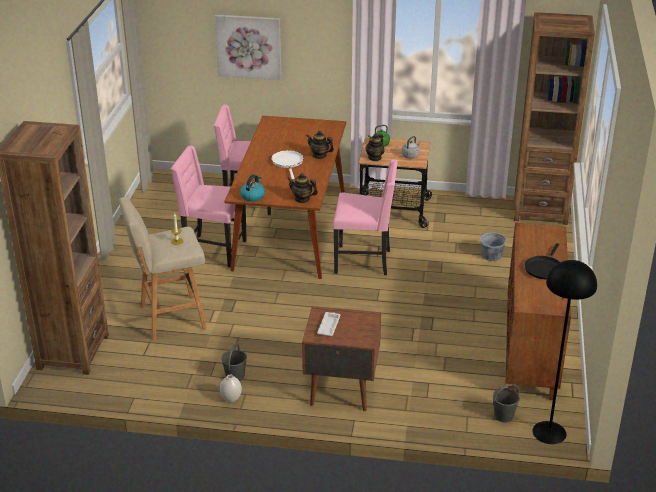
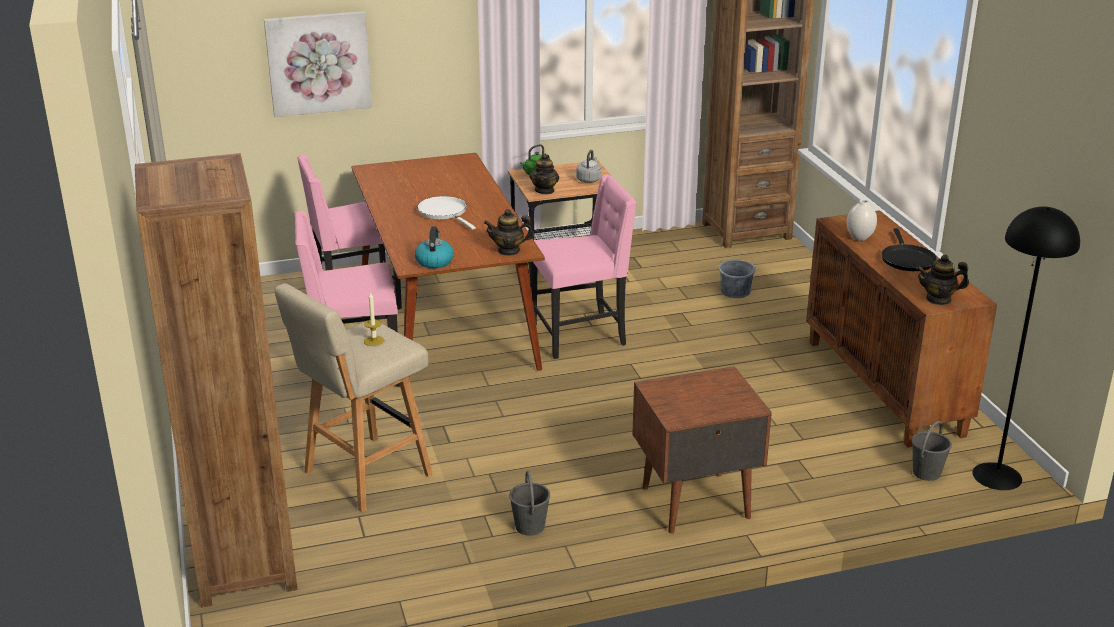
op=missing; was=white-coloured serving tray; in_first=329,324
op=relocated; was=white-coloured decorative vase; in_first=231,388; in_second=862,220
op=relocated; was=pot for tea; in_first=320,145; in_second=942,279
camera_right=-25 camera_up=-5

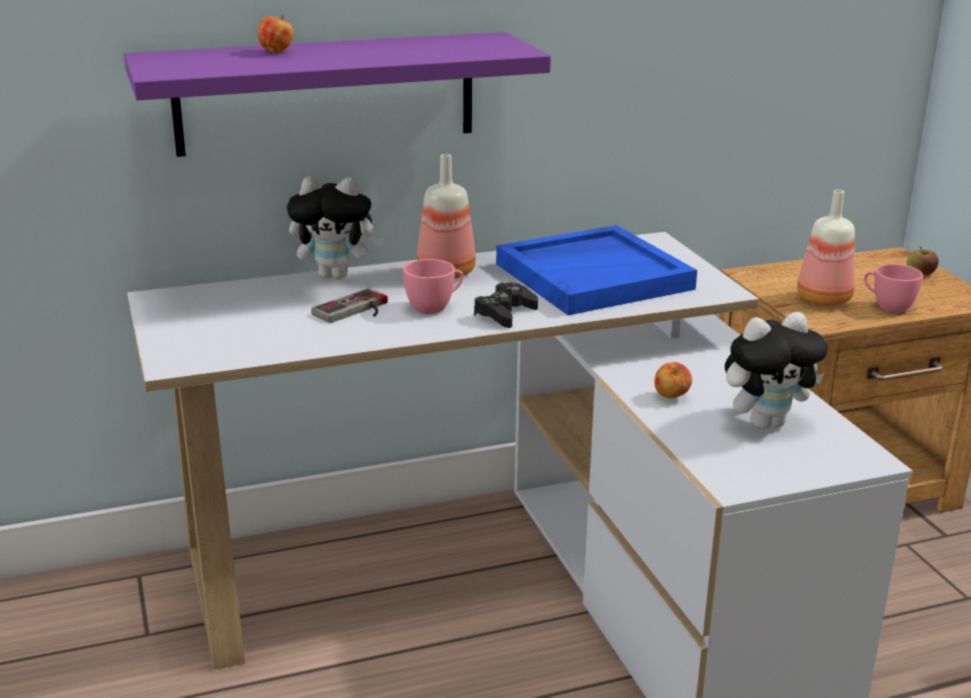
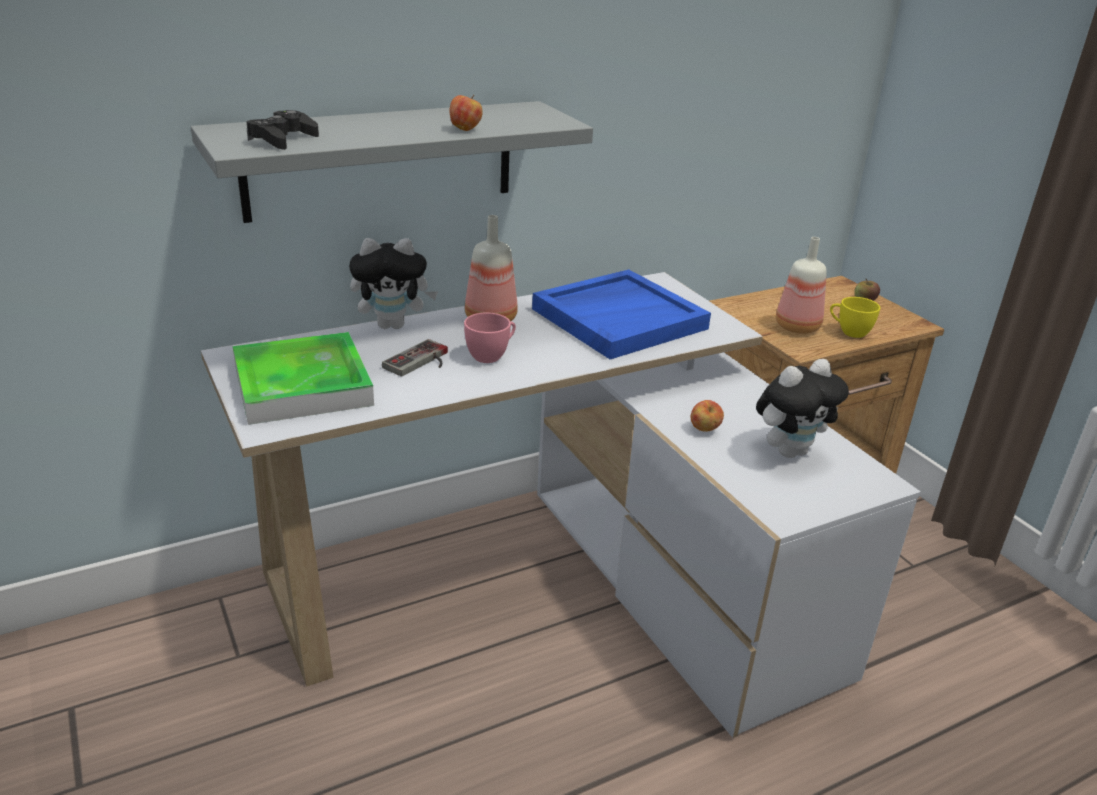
op=appeared; now=serving tray; in_second=303,378
op=relocated; was=apple fruit; in_first=276,34; in_second=465,112
op=relocated; was=black-coloured joypad; in_first=506,305; in_second=282,130
op=colour; was=purplish wall shelf; now=gray wall shelf; in_first=337,94; in_second=392,162
op=colour; was=pinkish cup; now=yellow cup; in_first=893,288; in_second=855,317
camera_right=-10 camera_up=5

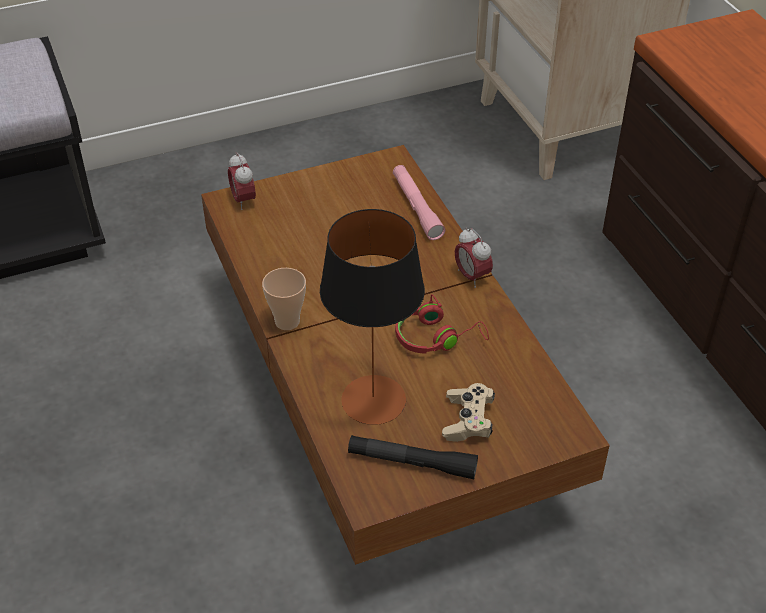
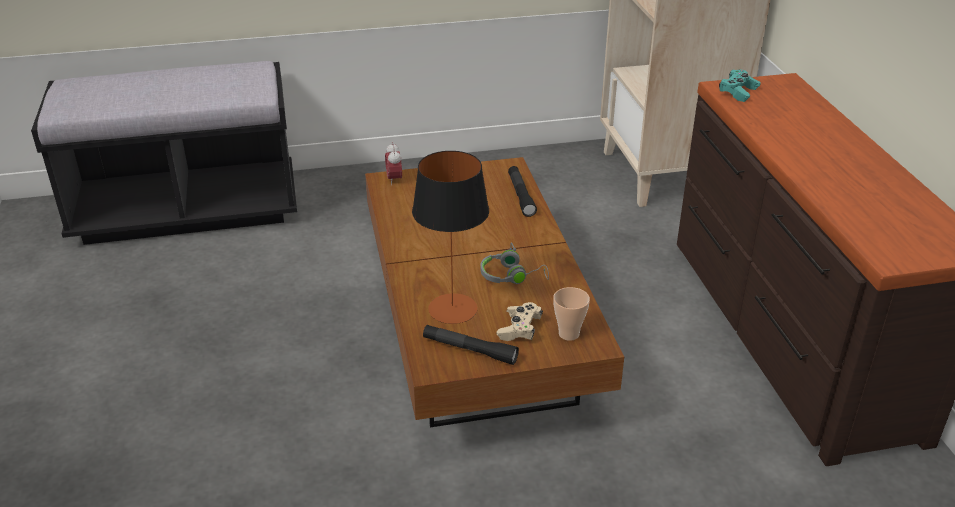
op=missing; was=alarm clock; in_first=474,258
op=appeared; now=turquoise-coloured joypad; in_second=740,86
op=relocated; was=cup; in_first=284,299; in_second=571,314
op=colour; was=pinkish flashlight; now=black-coloured flashlight; in_first=419,202; in_second=522,191
op=colour; was=red headphones; now=gray headphones; in_first=442,324; in_second=514,263
camera_right=10 camera_up=-10

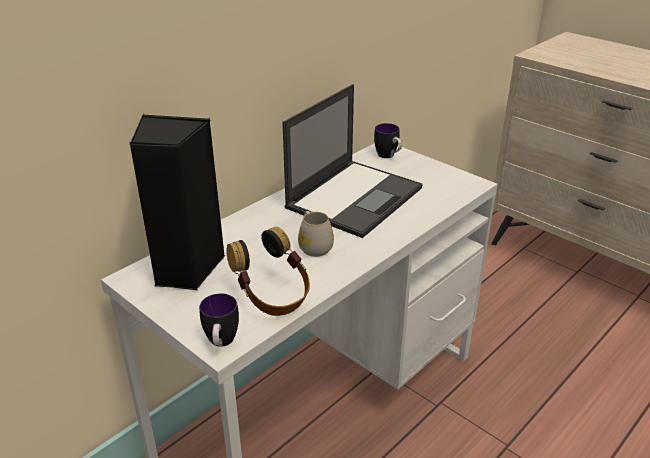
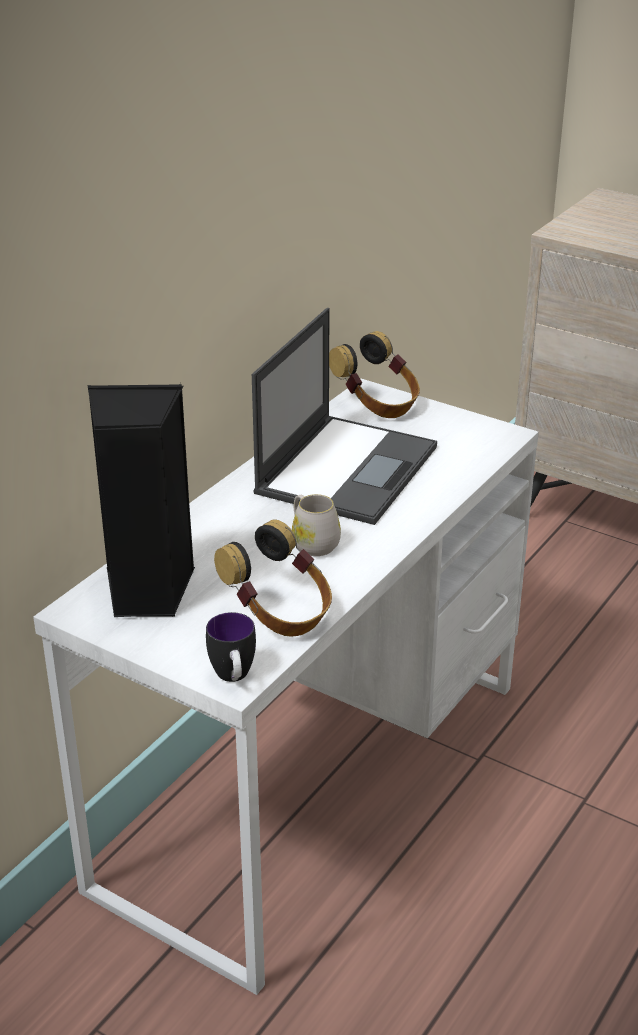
op=exchanged; was=coffee mug; now=headphones; in_first=388,140; in_second=374,374
camera_right=-10 camera_up=0

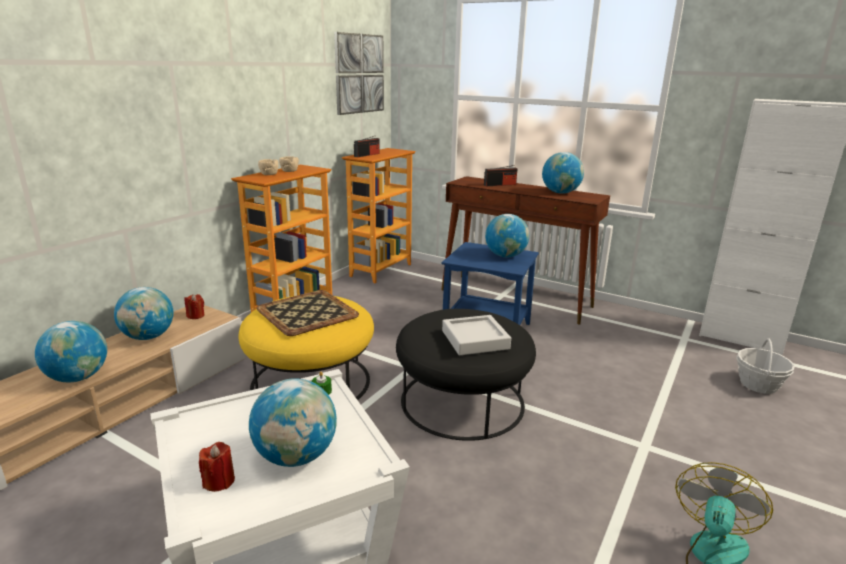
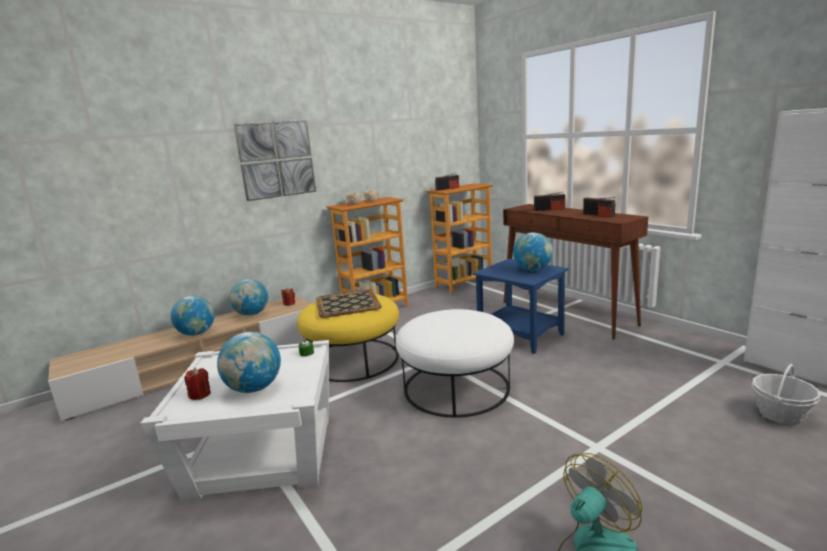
op=missing; was=gray serving tray; in_first=476,335
op=relocated; was=picture; in_first=359,73; in_second=275,160
op=exchanged; was=world globe; now=radio set; in_first=563,173; in_second=599,207
op=colour; was=black-coloured ottoman; now=white-coloured ottoman; in_first=466,375; in_second=454,363
camera_right=25 camera_up=-5

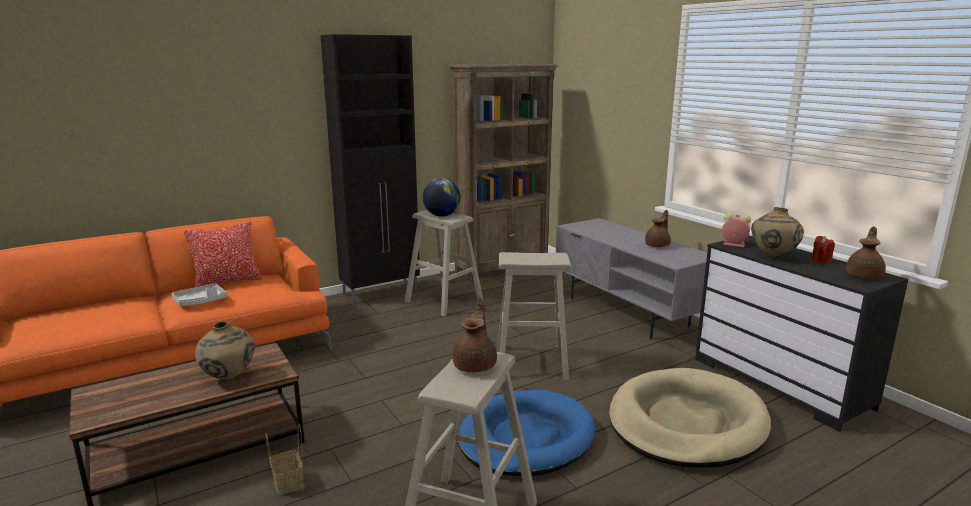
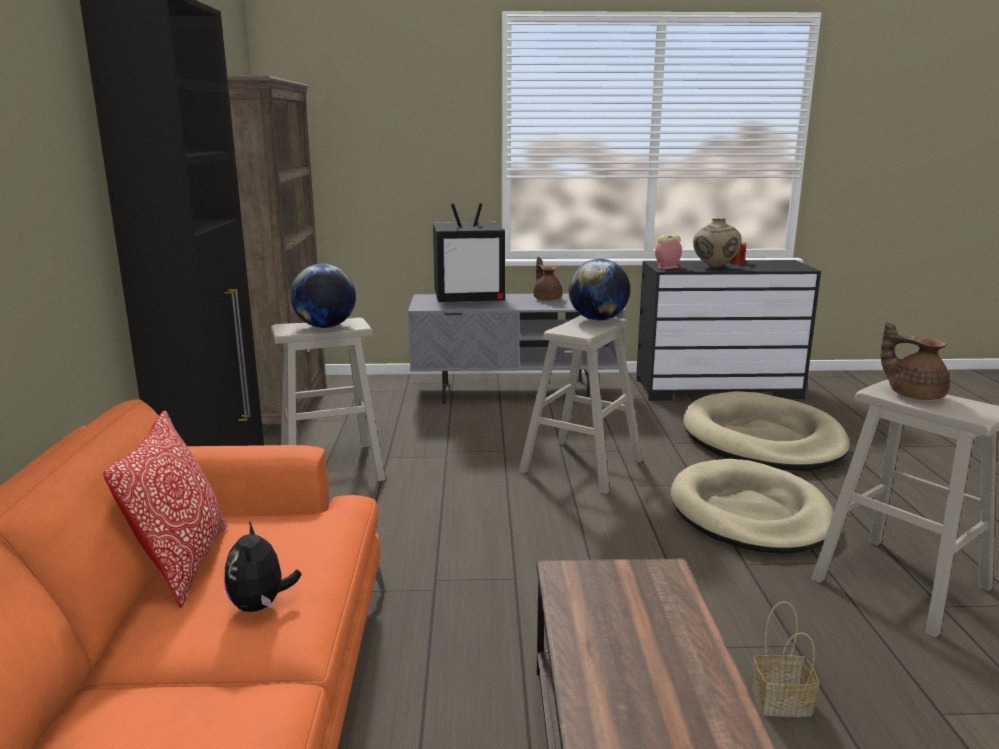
op=missing; was=sand-coloured decorative vase; in_first=225,350
op=missing; was=brownish pot for tea; in_first=866,252
op=appeared; now=TV; in_second=469,252
op=appeared; now=world globe; in_second=599,290
op=exchanged; was=gray serving tray; now=soft toy; in_first=199,294; in_second=263,566
op=colour; was=blue pet bed; now=sand-coloured pet bed; in_first=526,433; in_second=752,506
camera_right=-60 camera_up=0

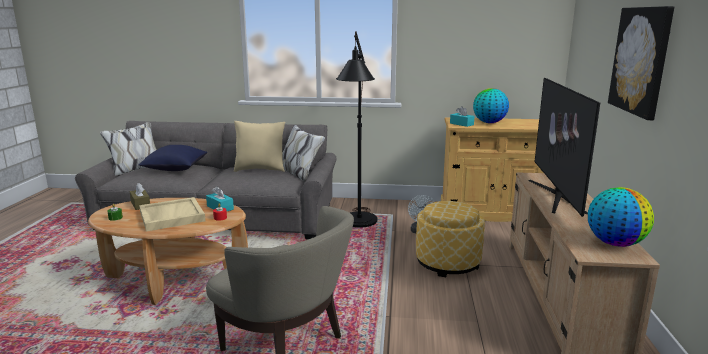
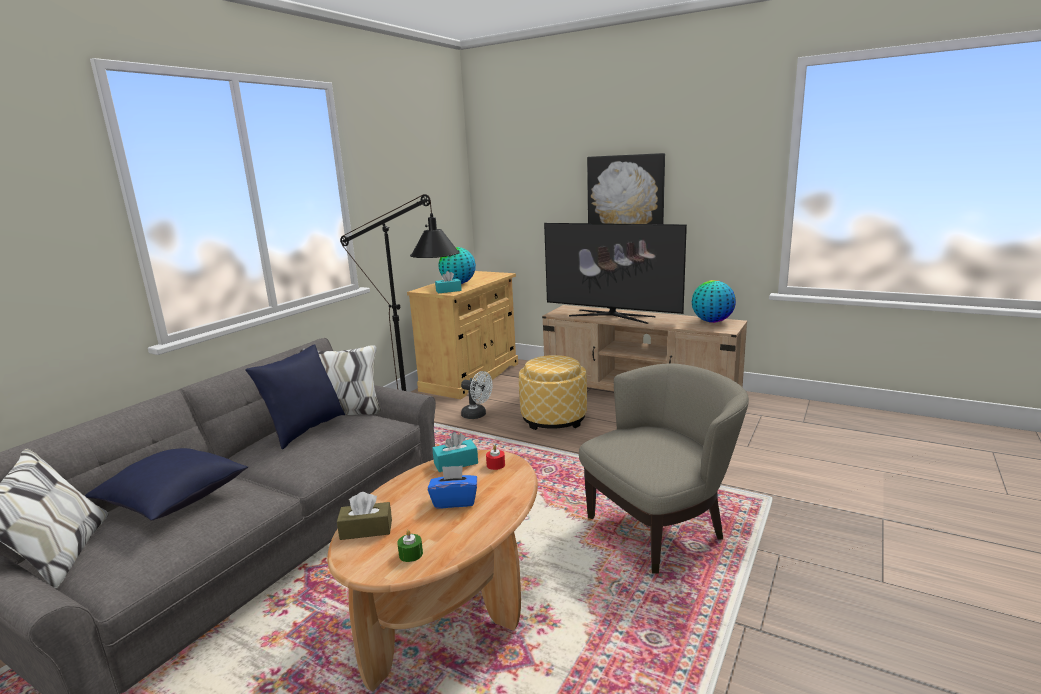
op=exchanged; was=sand-coloured serving tray; now=blue tissue holder; in_first=172,214; in_second=452,486
op=colour; was=sand-coloured pillow; now=blue pillow; in_first=259,146; in_second=295,396
camera_right=-65 camera_up=0

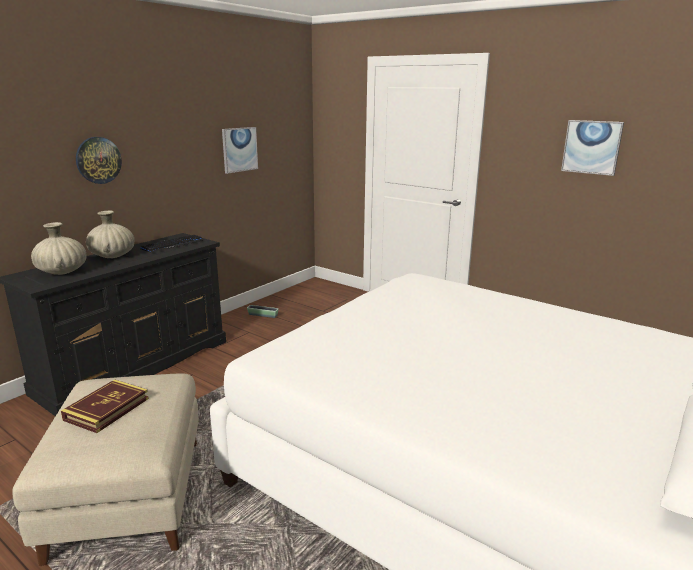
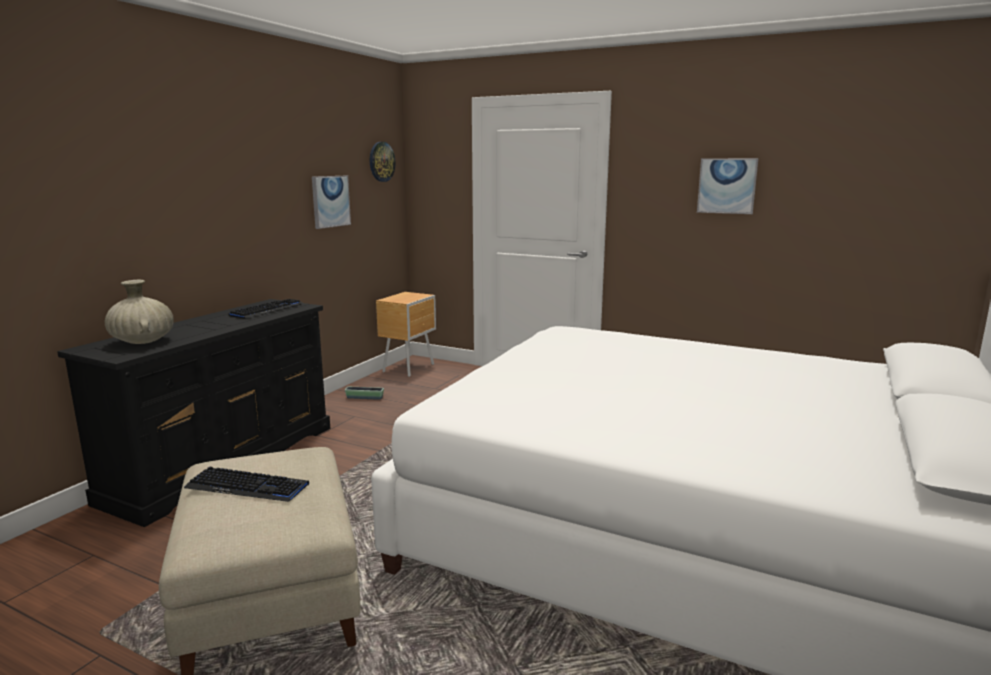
op=missing; was=sand-coloured decorative vase; in_first=110,234
op=appeared; now=brownish bedside table; in_second=406,334
op=relocated; was=clock on the wall; in_first=99,160; in_second=382,162
op=exchanged; was=volume; now=PC keyboard; in_first=105,406; in_second=246,484
camera_right=-10 camera_up=-5

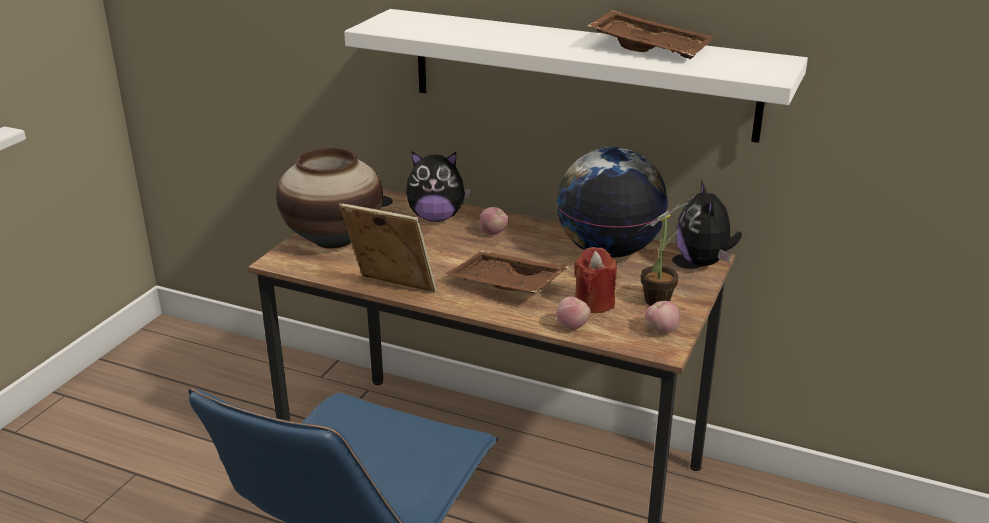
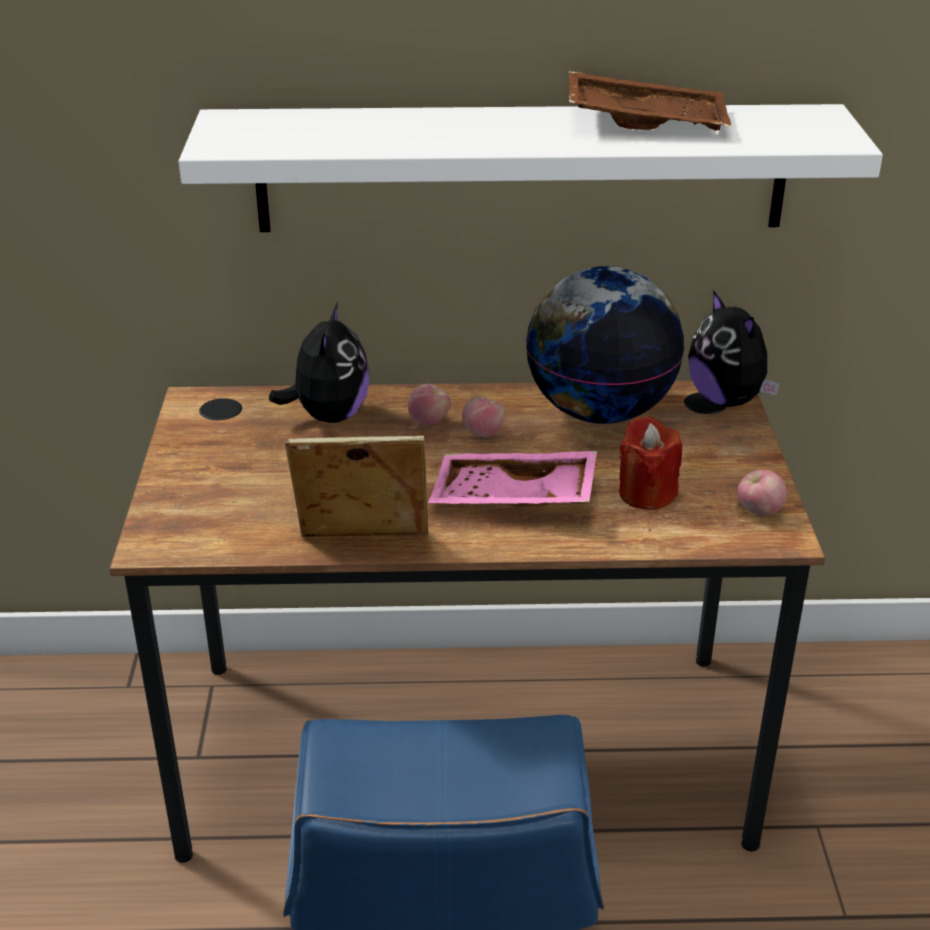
op=missing; was=decorative vase; in_first=329,198
op=missing; was=potted plant; in_first=665,251
op=relocated; was=apple fruit; in_first=573,313; in_second=484,417
op=colour; was=brownish serving tray; now=pinkish serving tray; in_first=507,272; in_second=512,479
op=spun; was=soft toy; in_first=438,187; in_second=319,362; clockwise=-60
camera_right=-25 camera_up=5

